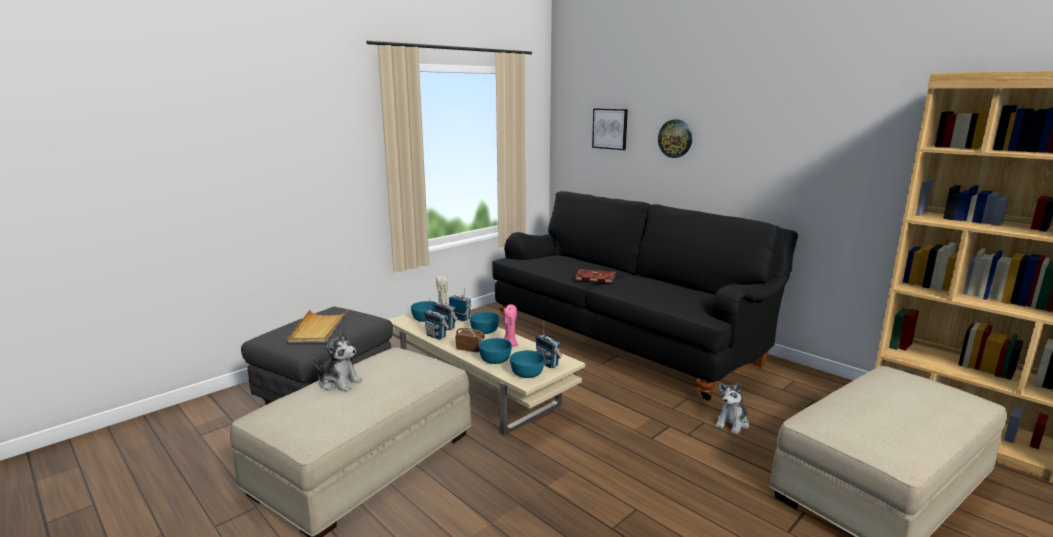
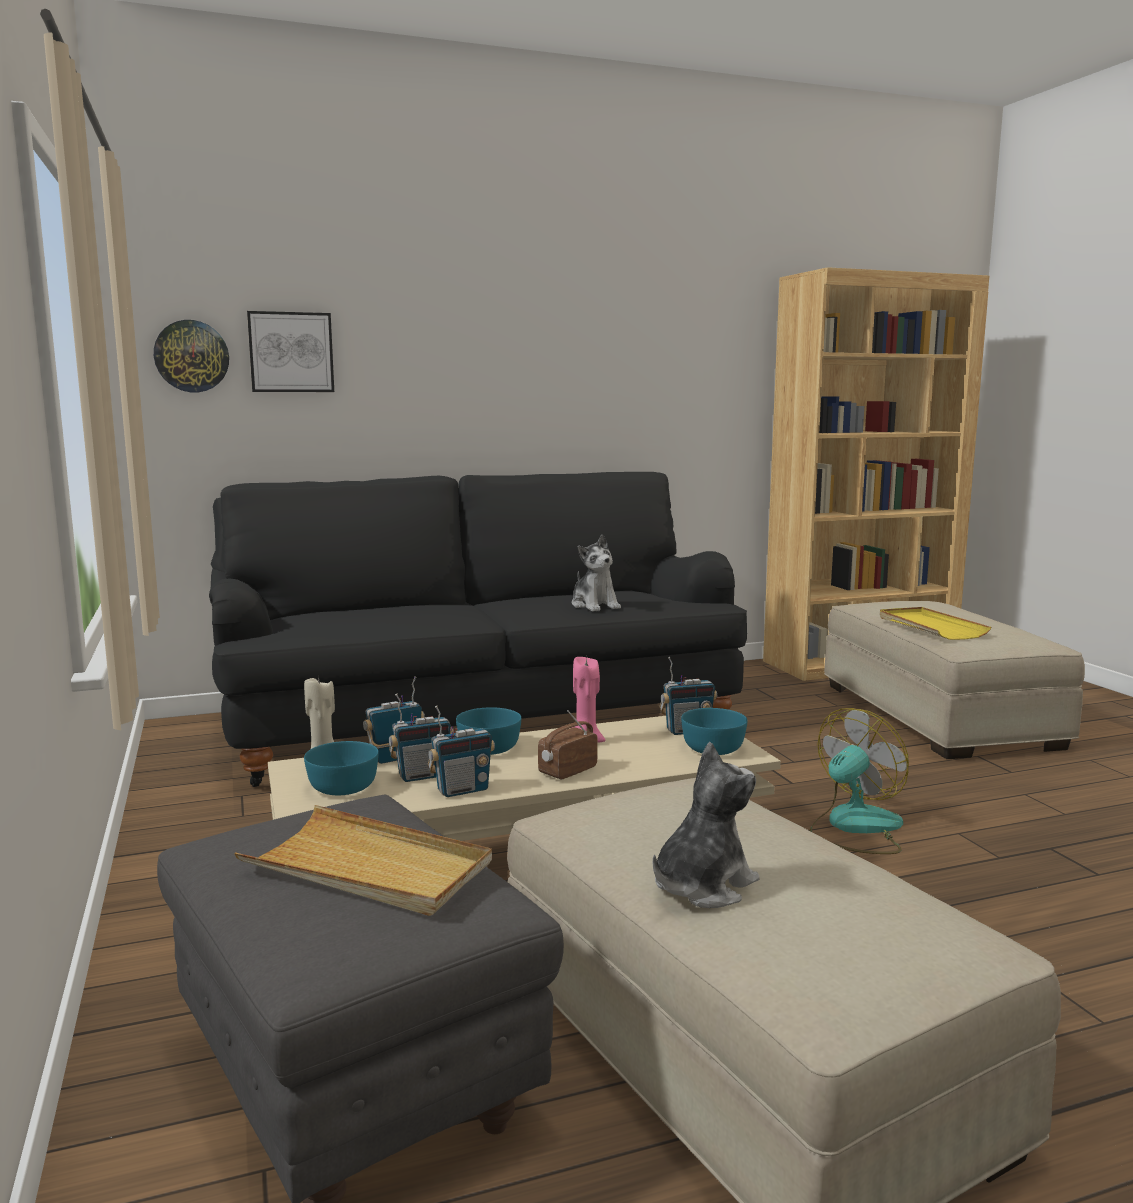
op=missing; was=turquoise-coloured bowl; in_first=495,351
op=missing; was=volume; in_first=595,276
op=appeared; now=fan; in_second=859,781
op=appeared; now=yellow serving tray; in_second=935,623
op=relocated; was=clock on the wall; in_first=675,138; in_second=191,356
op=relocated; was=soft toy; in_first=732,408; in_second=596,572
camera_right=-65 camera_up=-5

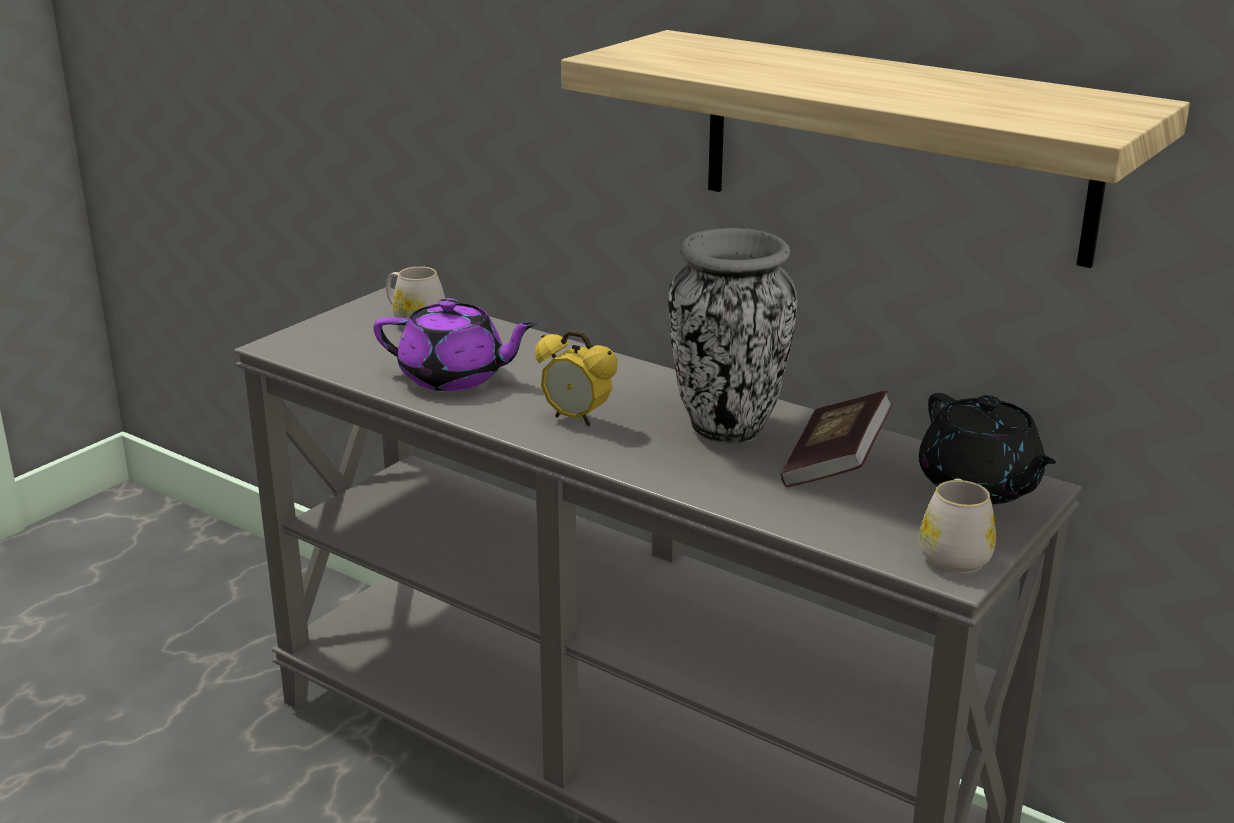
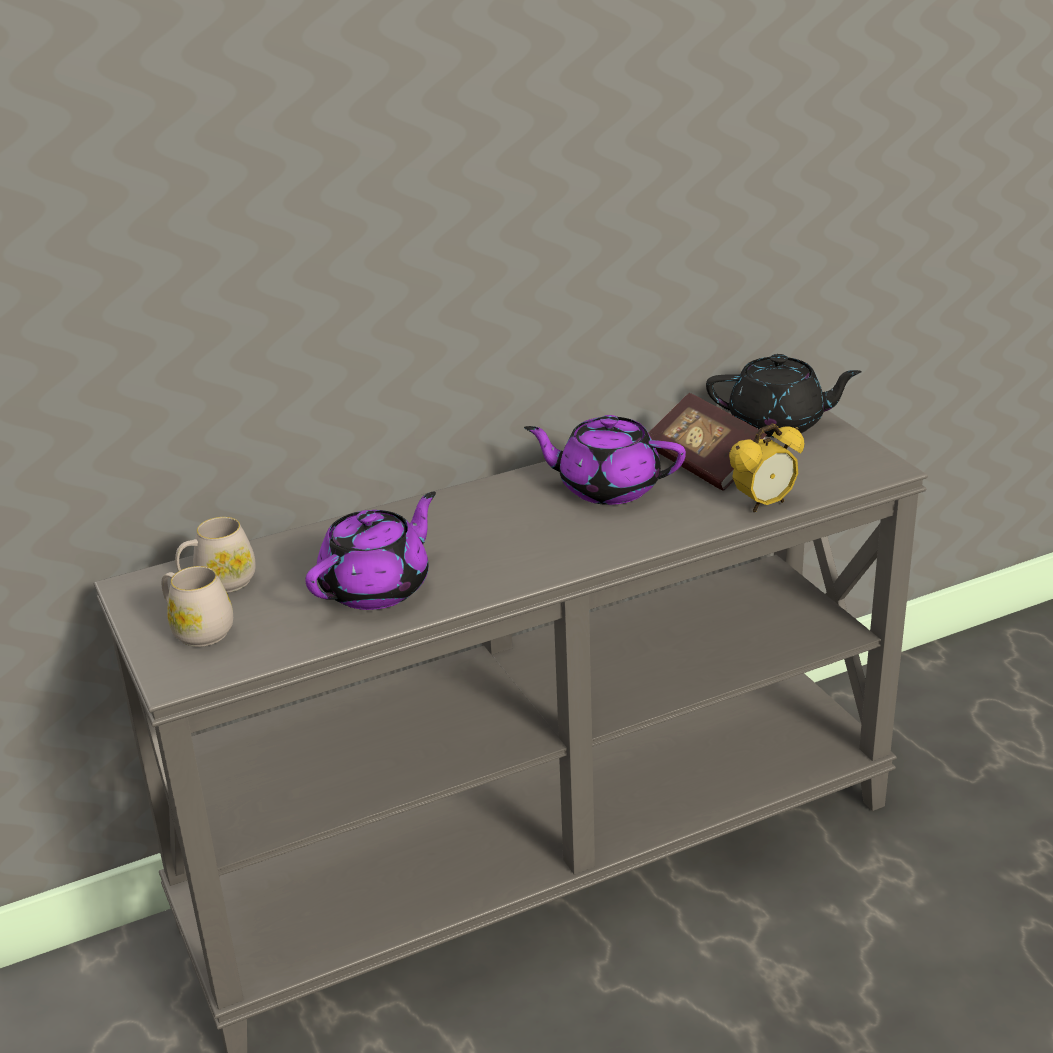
op=missing; was=wall shelf; in_first=875,149
op=relocated; was=alarm clock; in_first=576,378; in_second=766,467
op=relocated; was=white-coloured coffee mug; in_first=957,526; in_second=197,606
op=exchanged; was=decorative vase; now=purplish pot for tea; in_first=732,336; in_second=605,460
camera_right=-60 camera_up=5

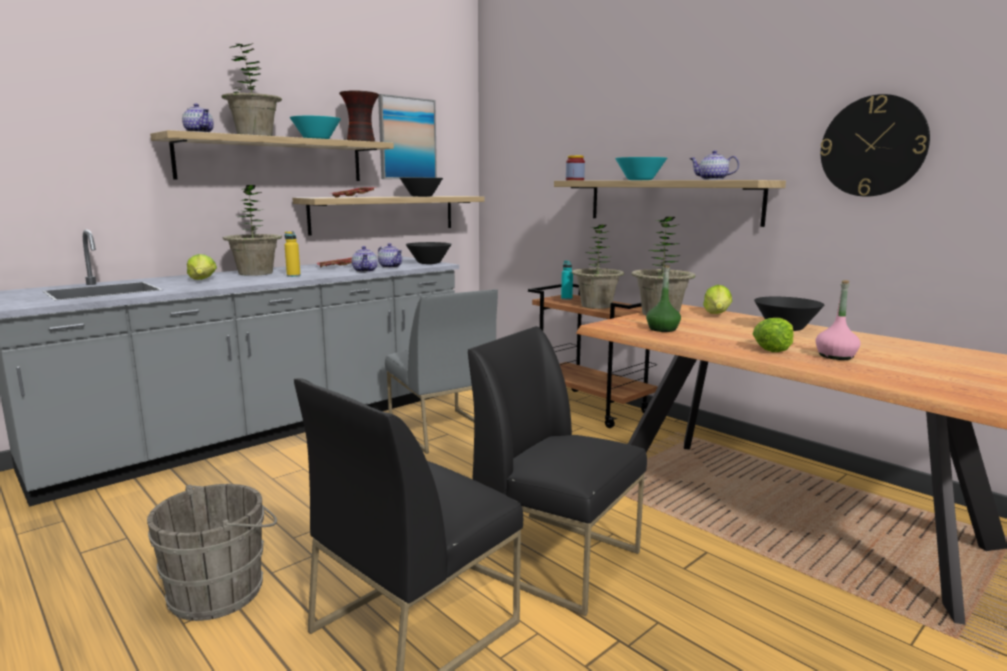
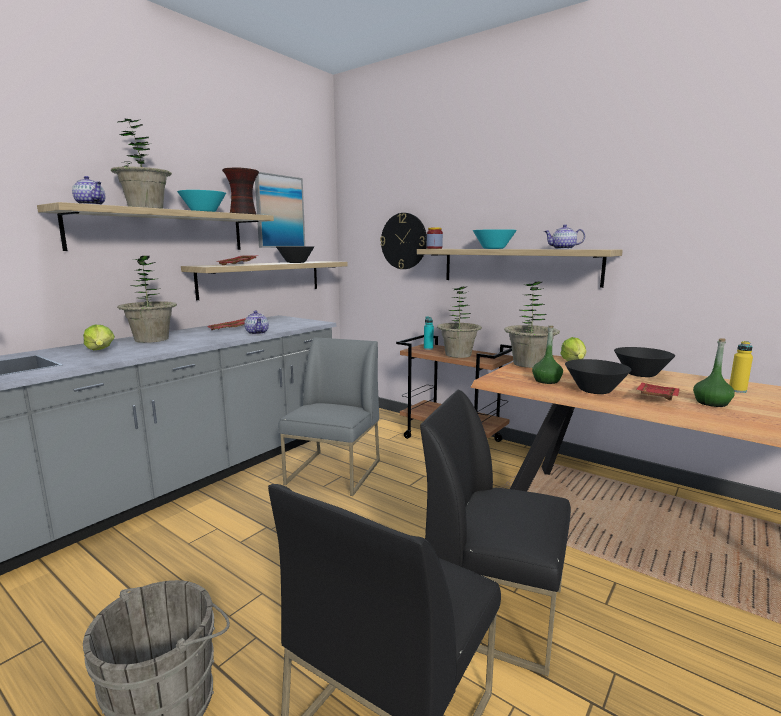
op=missing; was=pot for tea; in_first=390,255
op=relocated; was=yellow drink bottle; in_first=293,254; in_second=741,367
op=relocated; was=black-coloured bowl; in_first=429,253; in_second=598,376
op=relocated; was=clock on the wall; in_first=875,145; in_second=403,241
op=exchanged; was=lettuce head; now=red serving tray; in_first=773,335; in_second=658,392
op=colour; was=pinkish drink bottle; now=green-coloured drink bottle; in_first=838,320; in_second=714,372
op=spun; was=gray upright chair; in_first=441,371; in_second=329,416; clockwise=-120
camera_right=-10 camera_up=0

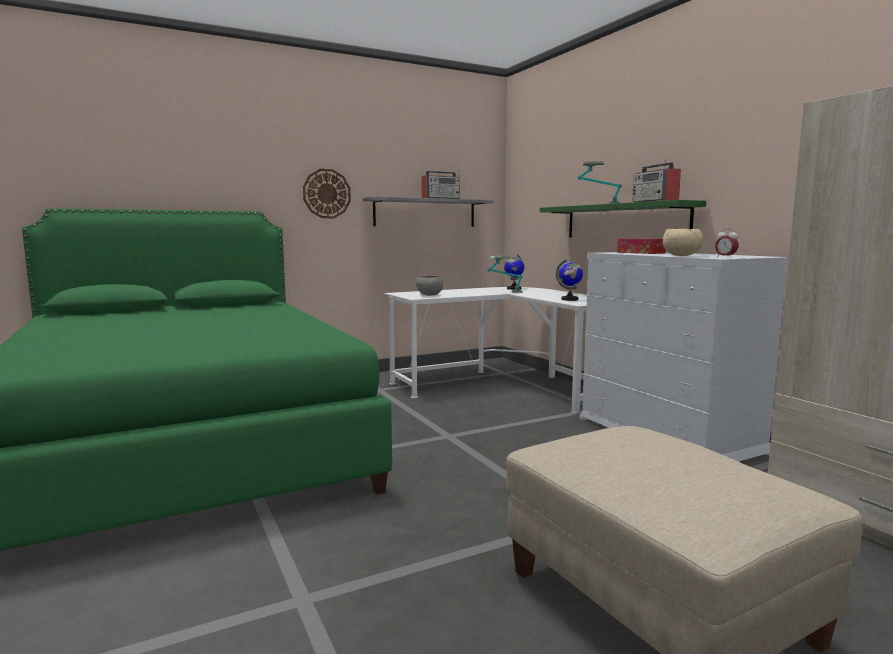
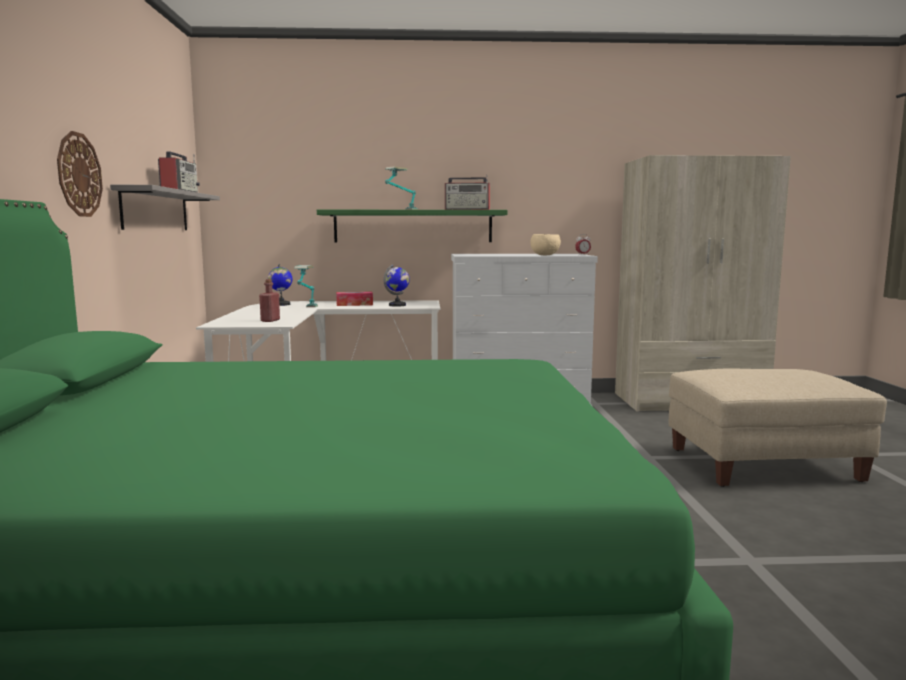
op=relocated; was=tissue holder; in_first=641,246; in_second=354,298
op=exchanged; was=gray bowl; now=red drink bottle; in_first=429,286; in_second=269,300
camera_right=-65 camera_up=0

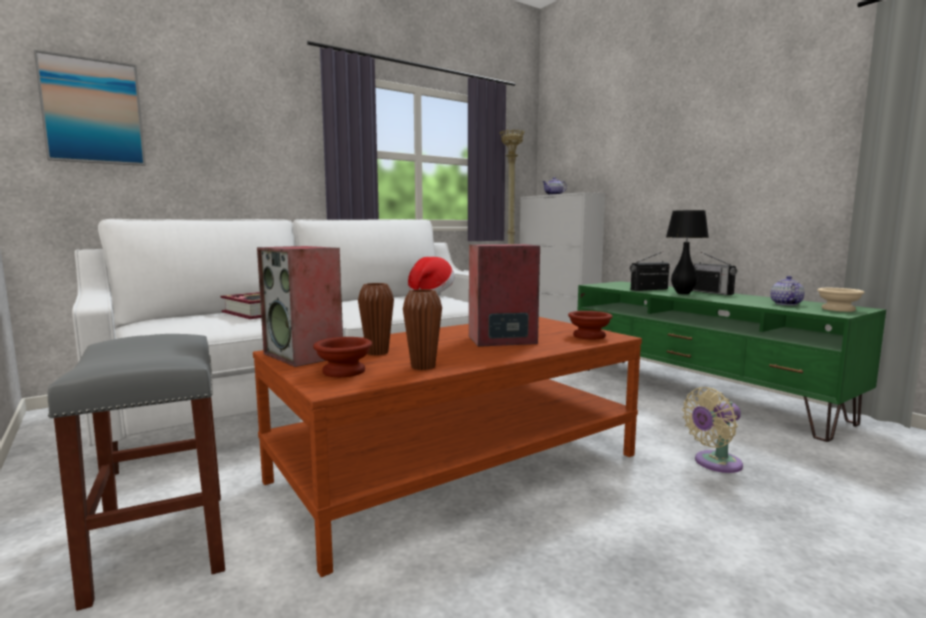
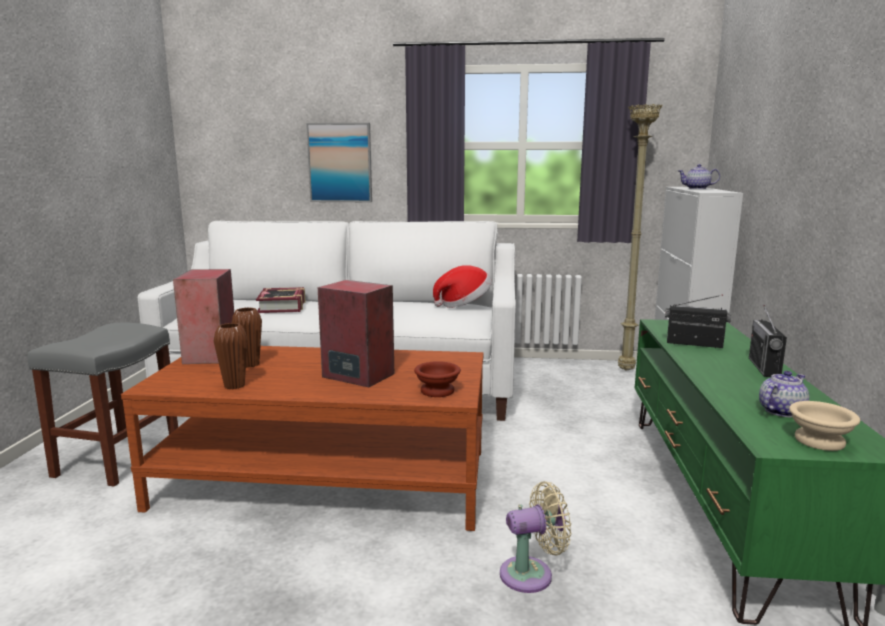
op=missing; was=brownish bowl; in_first=342,357
op=missing; was=black-coloured table lamp; in_first=687,252
op=relocated; was=picture; in_first=90,108; in_second=339,162
op=spun; was=sand-coloured fan; in_first=712,430; in_second=535,537; clockwise=150
camera_right=40 camera_up=5

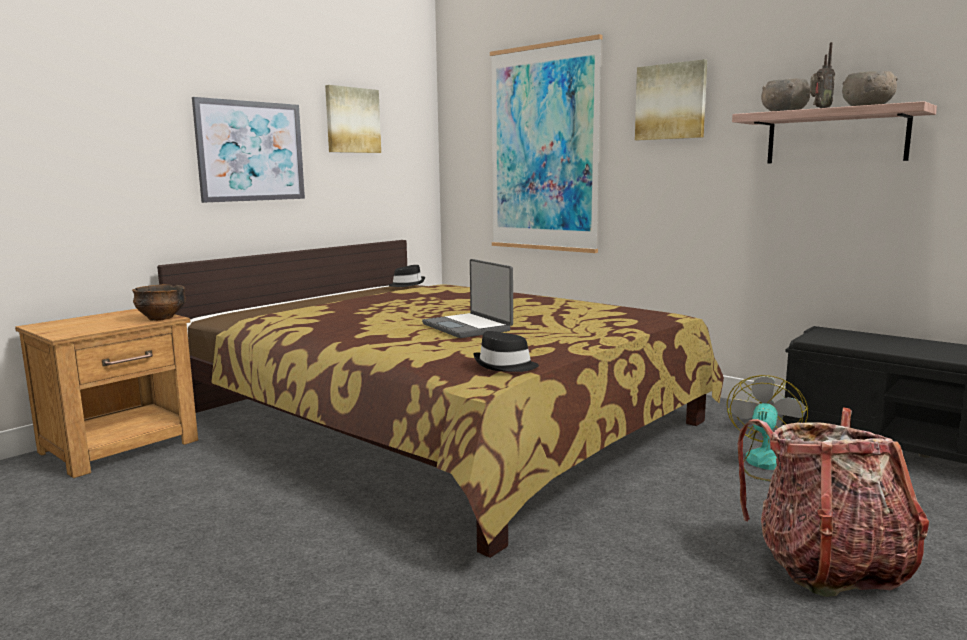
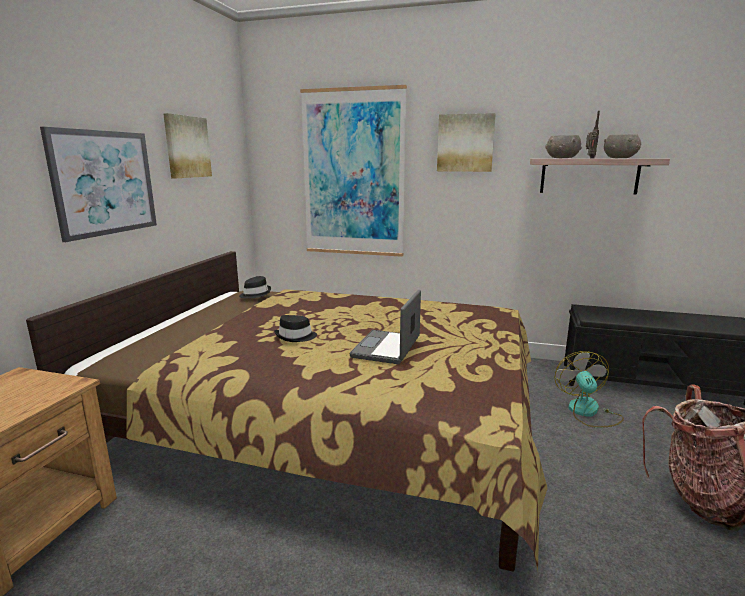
op=missing; was=bowl; in_first=159,302
op=relocated; was=black-coloured hat; in_first=506,351; in_second=295,328
op=spun; was=notebook computer; in_first=467,298; in_second=385,327; clockwise=75
camera_right=-25 camera_up=5

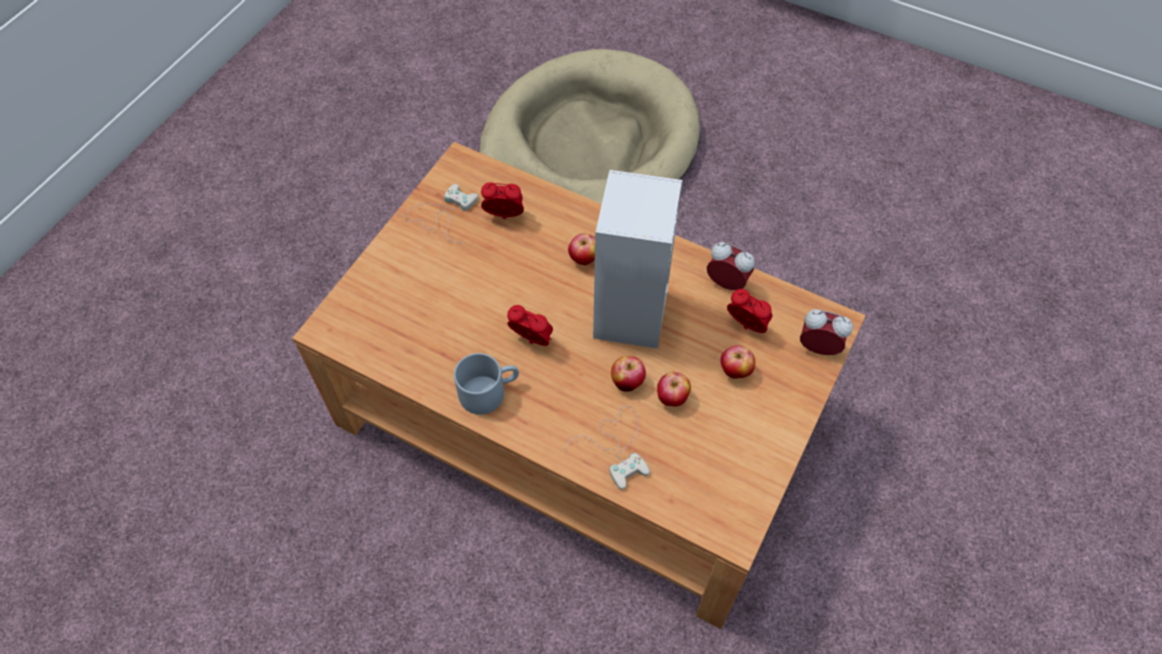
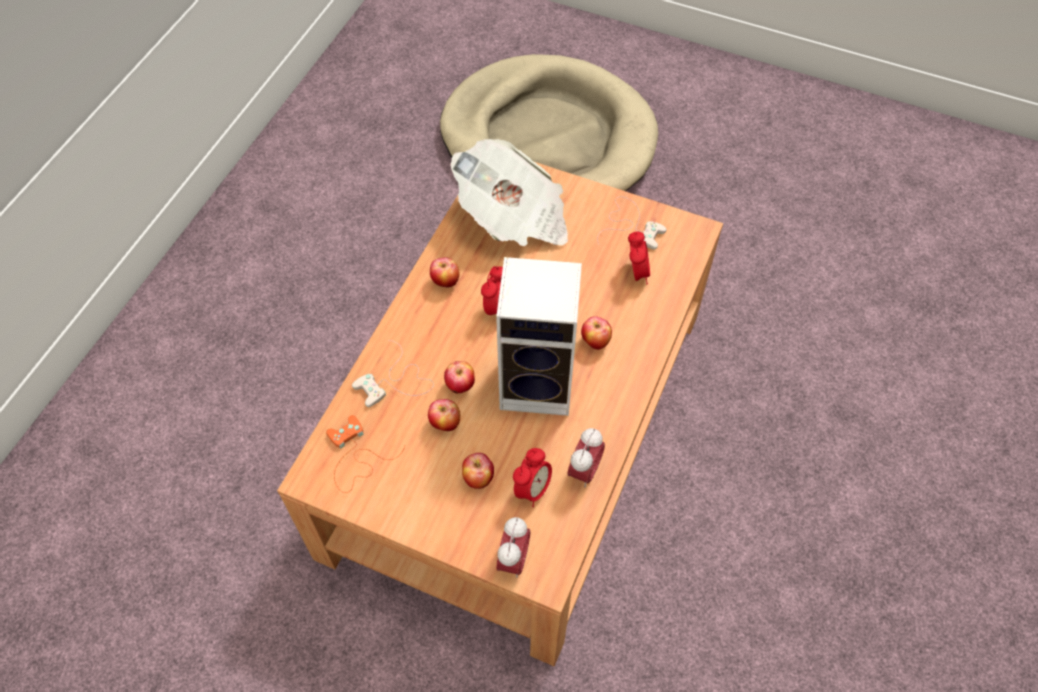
op=appeared; now=orangey joypad; in_second=365,454
op=appeared; now=newspaper; in_second=509,192
op=relocated; was=sand-coloured pet bed; in_first=589,126; in_second=549,122
op=exchanged; was=gray coffee mug; now=apple fruit; in_first=486,384; in_second=444,272
camera_right=85 camera_up=0

